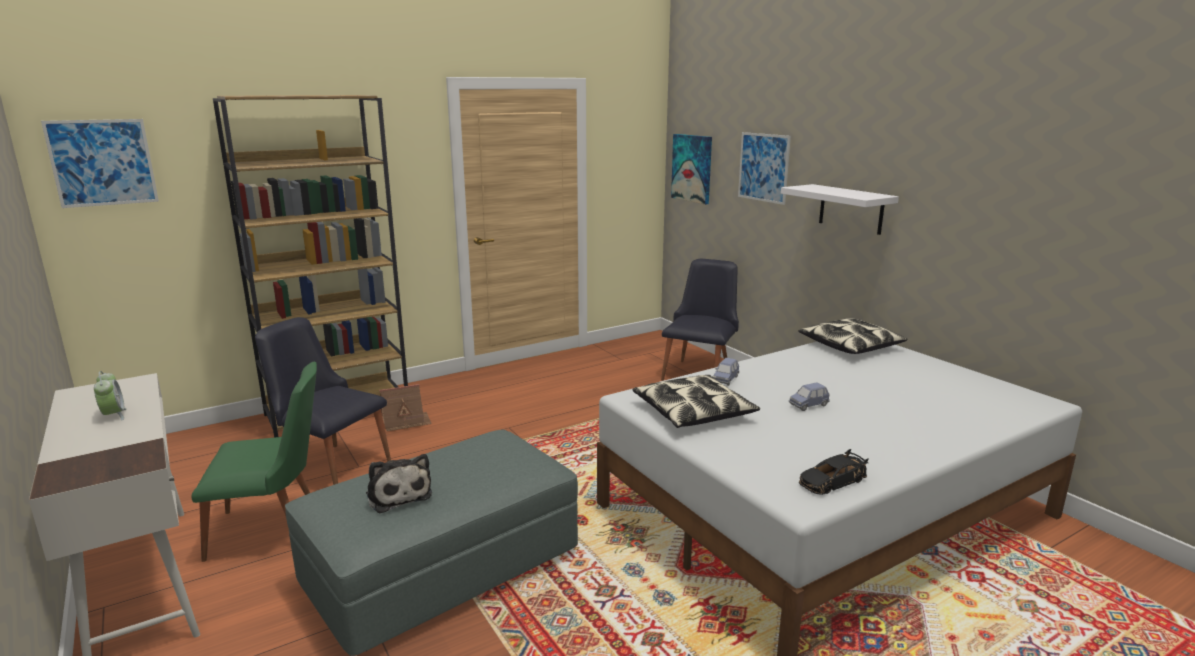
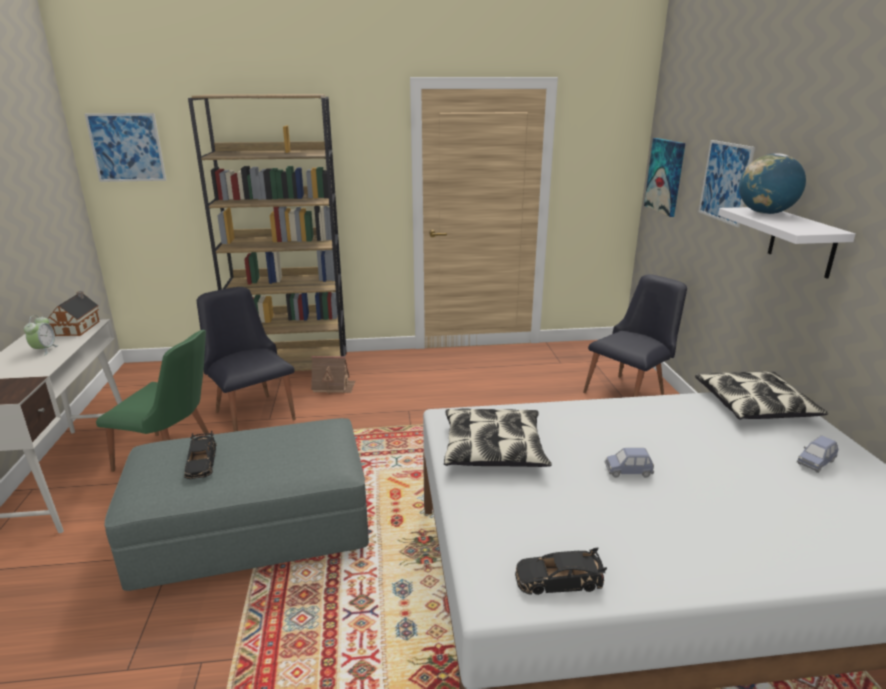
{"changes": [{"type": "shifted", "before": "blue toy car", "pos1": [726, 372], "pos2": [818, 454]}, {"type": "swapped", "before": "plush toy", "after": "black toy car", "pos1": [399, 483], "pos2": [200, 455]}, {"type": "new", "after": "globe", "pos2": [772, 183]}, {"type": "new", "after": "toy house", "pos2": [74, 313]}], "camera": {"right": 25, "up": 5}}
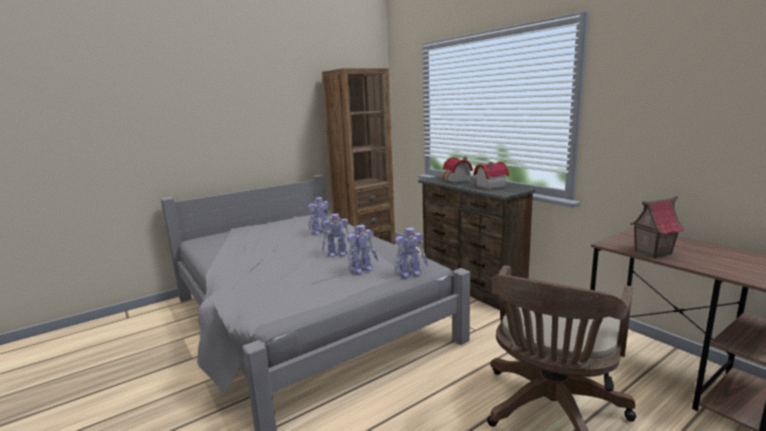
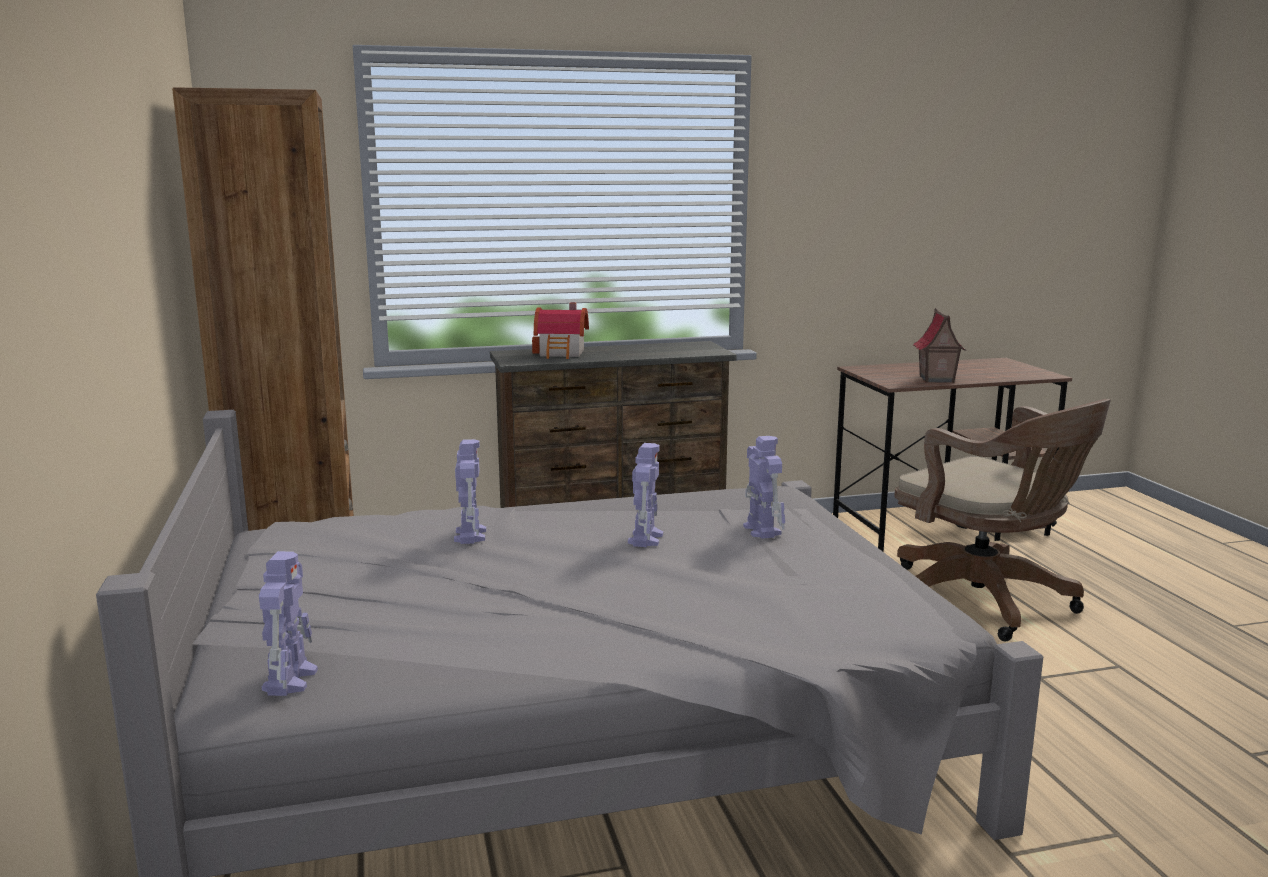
{"changes": [{"type": "gone", "before": "toy house", "pos1": [491, 175]}, {"type": "shifted", "before": "toy robot", "pos1": [411, 253], "pos2": [288, 623]}], "camera": {"right": -70, "up": 0}}
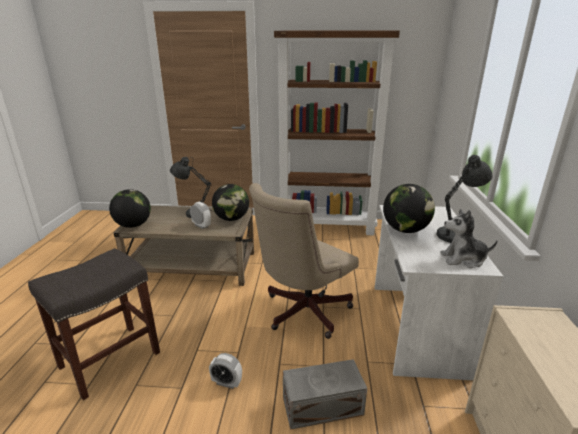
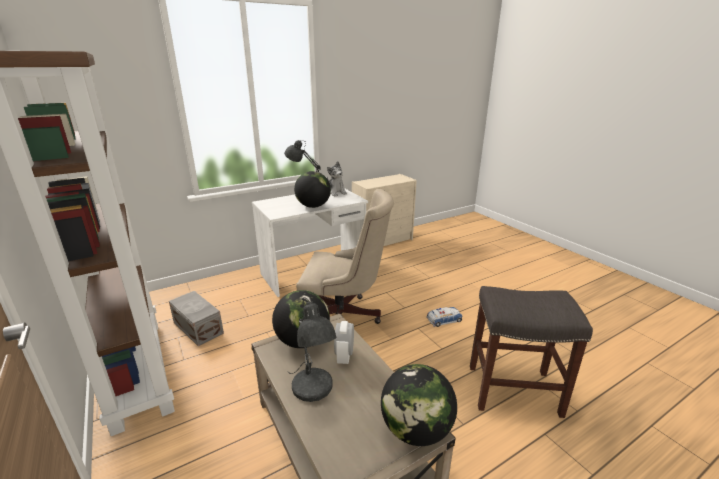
{"changes": [{"type": "swapped", "before": "alarm clock", "after": "toy car", "pos1": [225, 371], "pos2": [444, 317]}, {"type": "shifted", "before": "grey storage box", "pos1": [325, 394], "pos2": [196, 318]}], "camera": {"right": -125, "up": 0}}
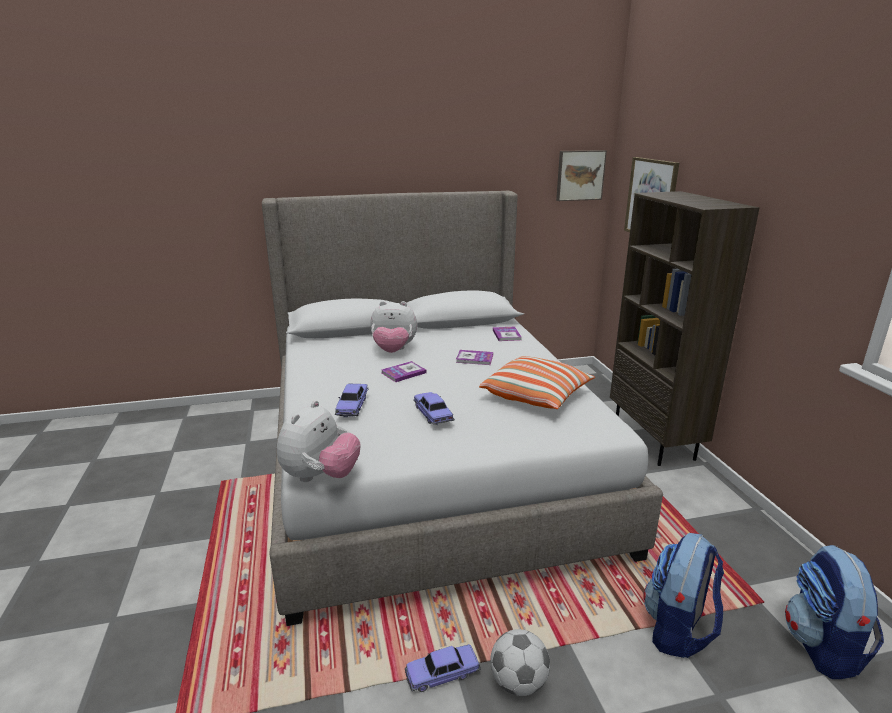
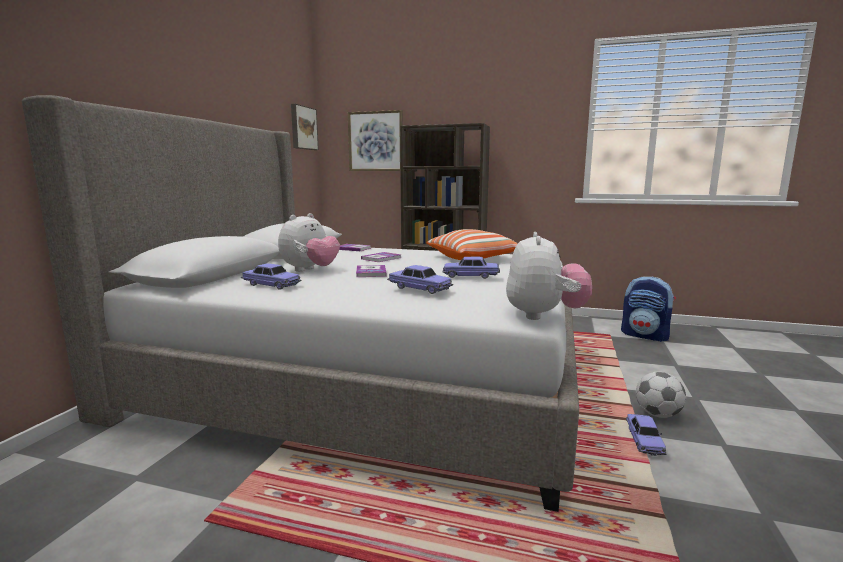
{"changes": [{"type": "rotated", "before": "plush toy", "pos1": [318, 441], "pos2": [549, 276], "turn": 45}, {"type": "gone", "before": "backpack", "pos1": [683, 595]}, {"type": "new", "after": "toy car", "pos2": [271, 276]}], "camera": {"right": -60, "up": -10}}
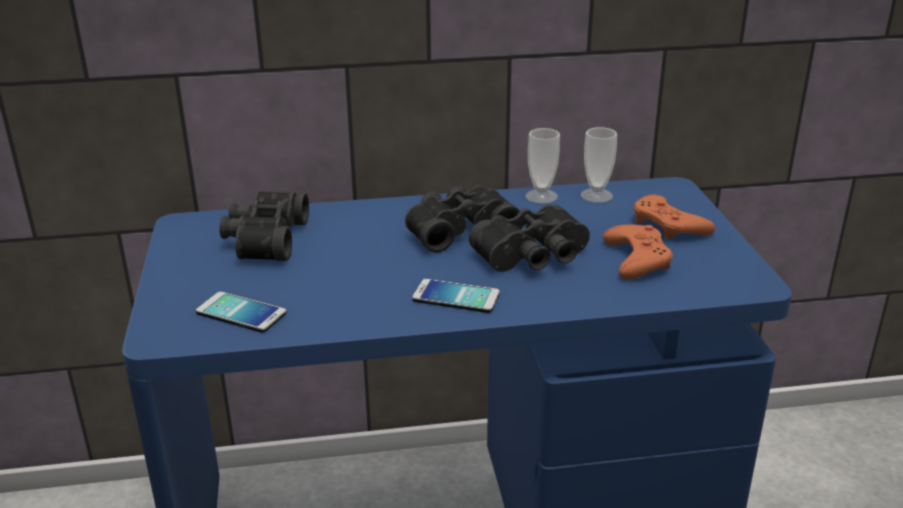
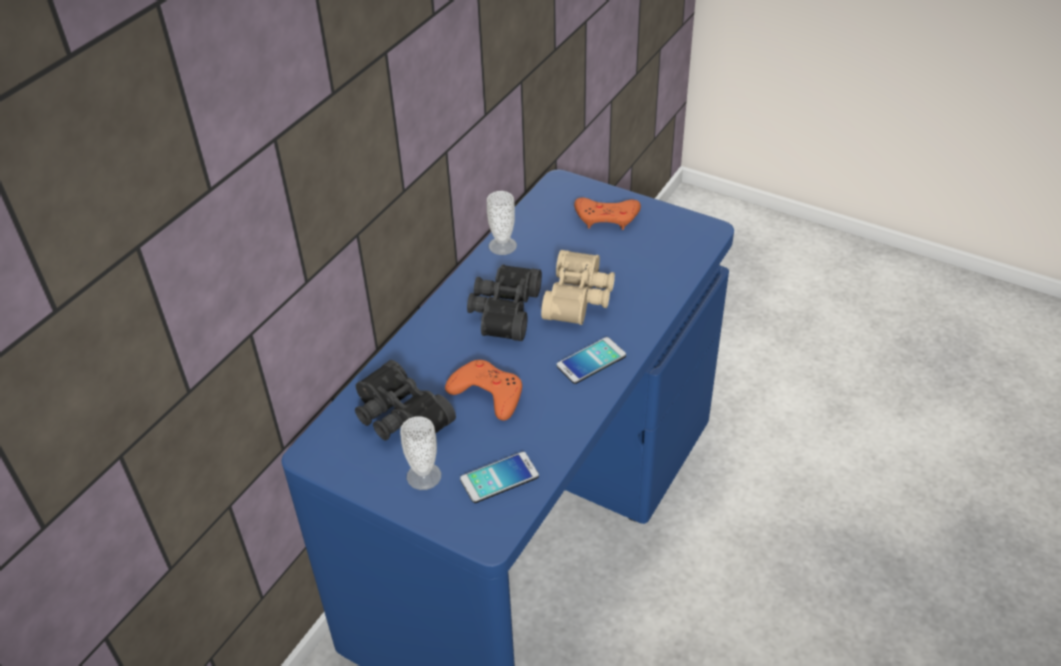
{"changes": [{"type": "shifted", "before": "cup", "pos1": [599, 165], "pos2": [420, 453]}, {"type": "repainted", "before": "black binoculars", "after": "beige binoculars", "pos1": [529, 238], "pos2": [578, 287]}, {"type": "shifted", "before": "orange game controller", "pos1": [638, 252], "pos2": [483, 390]}], "camera": {"right": -50, "up": 15}}
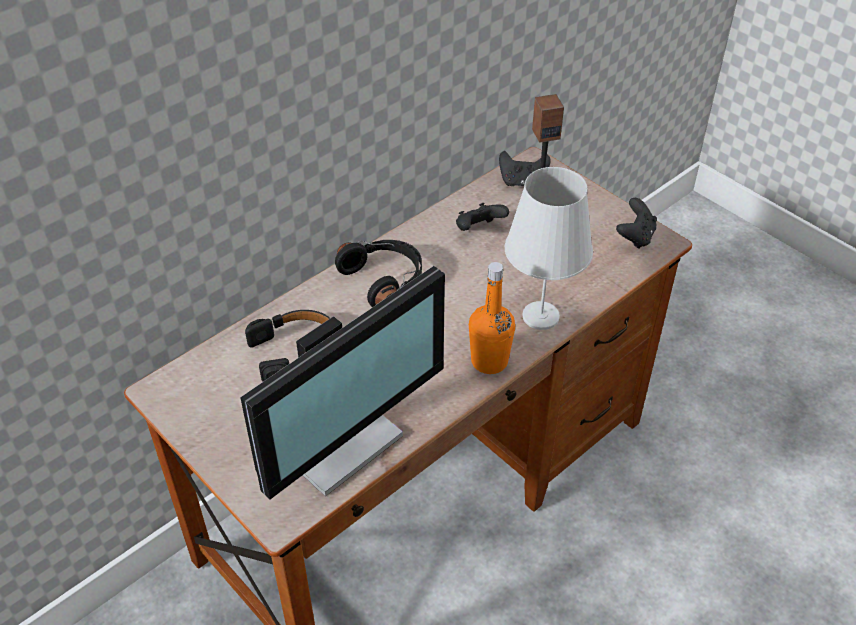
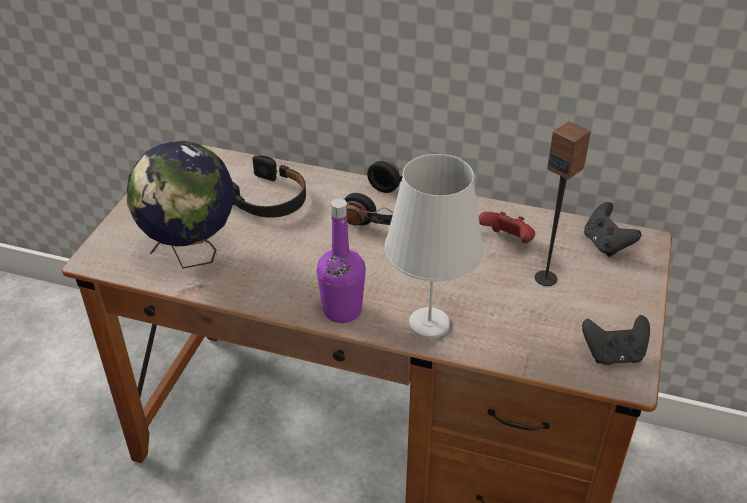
{"changes": [{"type": "repainted", "before": "black game controller", "after": "red game controller", "pos1": [482, 217], "pos2": [507, 227]}, {"type": "repainted", "before": "orange bottle", "after": "purple bottle", "pos1": [492, 318], "pos2": [341, 260]}, {"type": "swapped", "before": "monitor", "after": "globe", "pos1": [342, 383], "pos2": [180, 205]}], "camera": {"right": 60, "up": -5}}
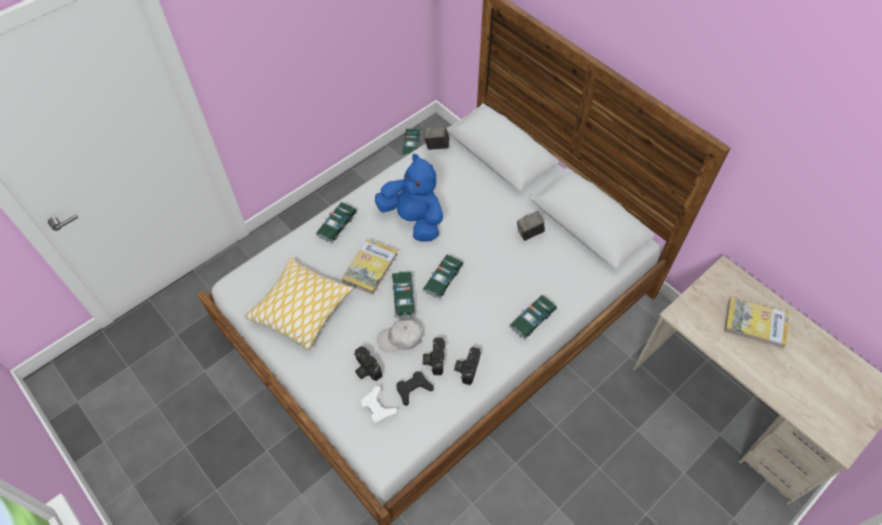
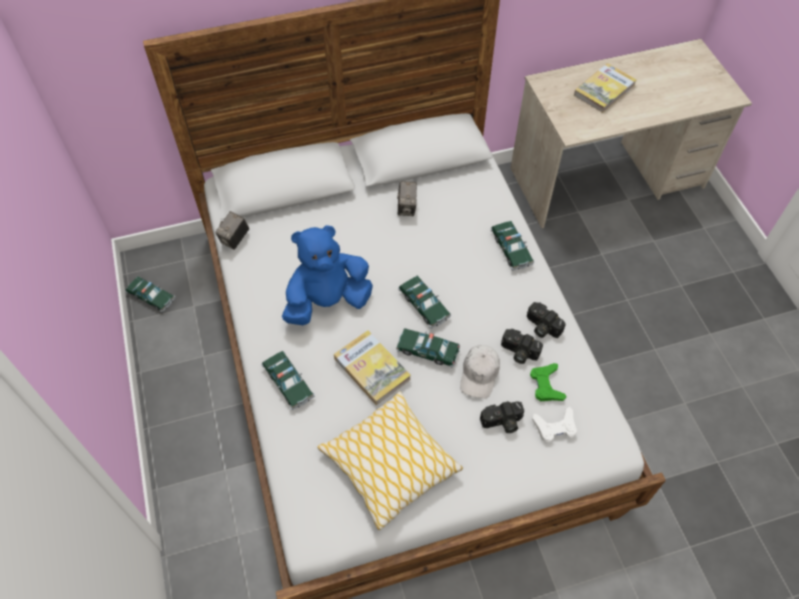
{"changes": [{"type": "repainted", "before": "black game controller", "after": "green game controller", "pos1": [415, 388], "pos2": [548, 382]}], "camera": {"right": -65, "up": 0}}
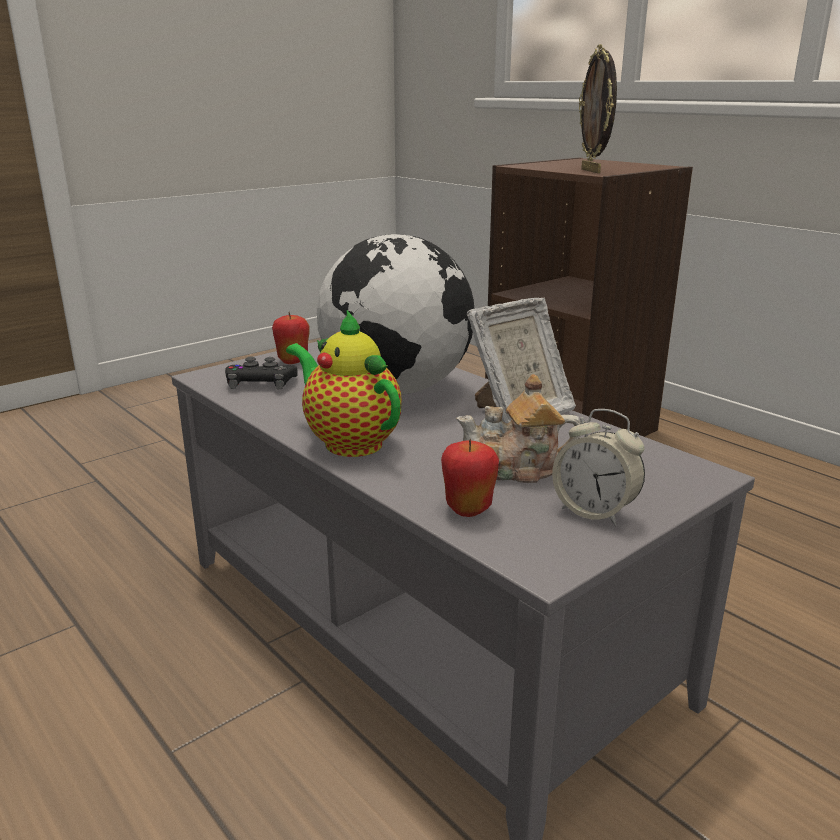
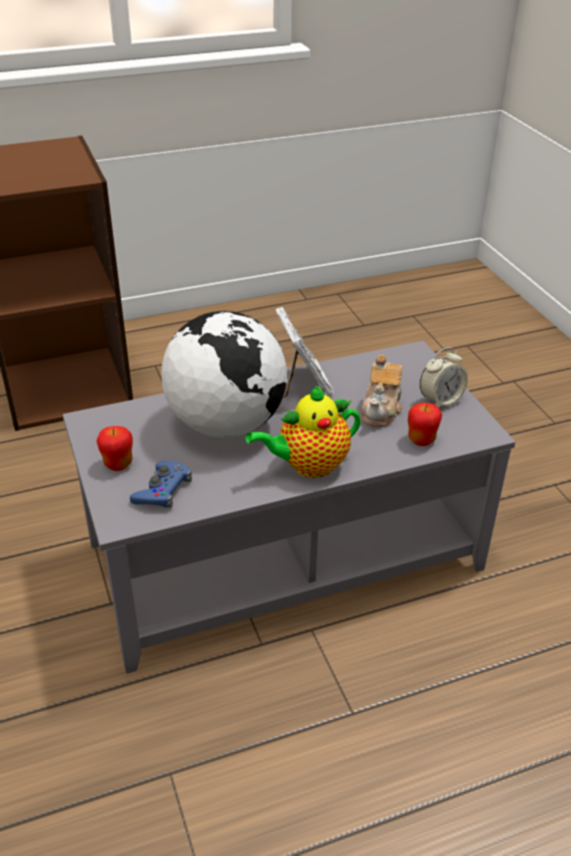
{"changes": [{"type": "gone", "before": "picture frame", "pos1": [598, 108]}, {"type": "repainted", "before": "black game controller", "after": "blue game controller", "pos1": [261, 373], "pos2": [161, 484]}], "camera": {"right": -70, "up": 15}}
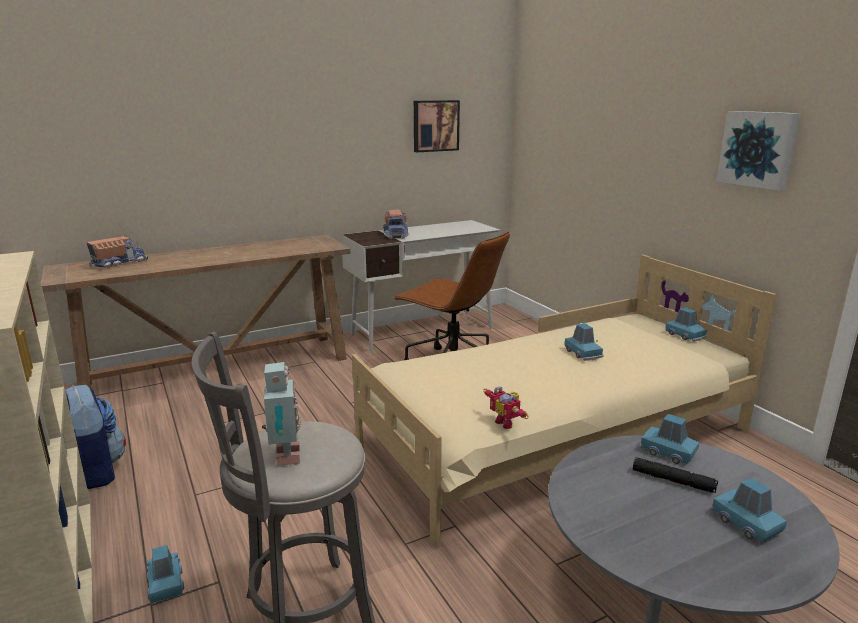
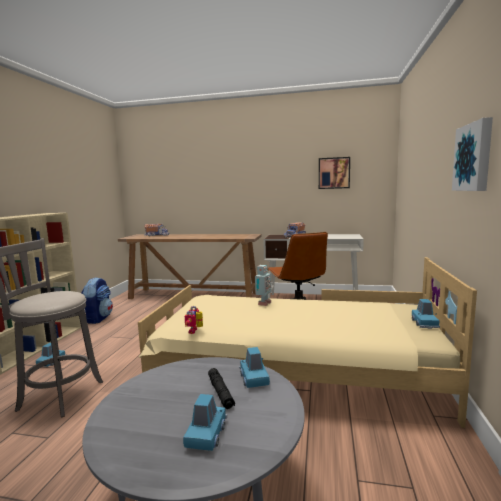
{"changes": [{"type": "gone", "before": "blue toy car", "pos1": [584, 342]}, {"type": "shifted", "before": "toy robot", "pos1": [281, 414], "pos2": [263, 285]}], "camera": {"right": 40, "up": -10}}
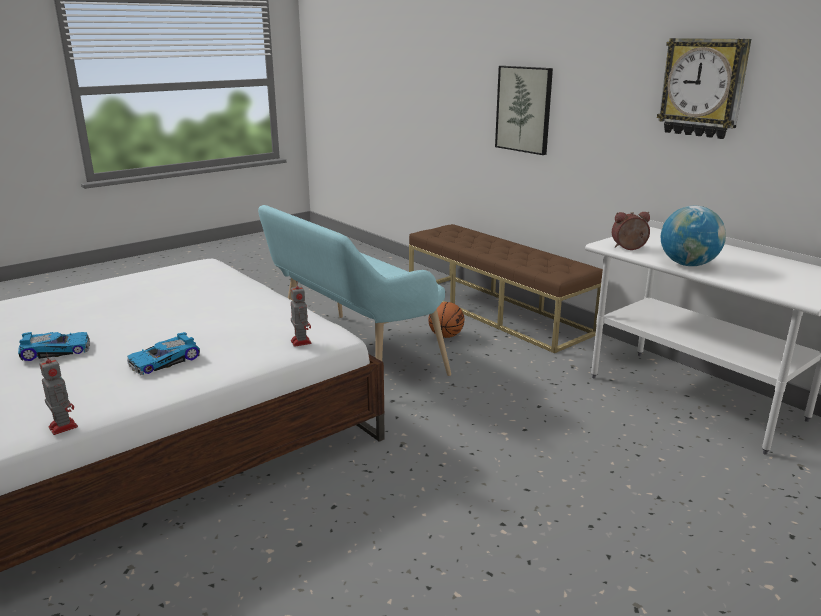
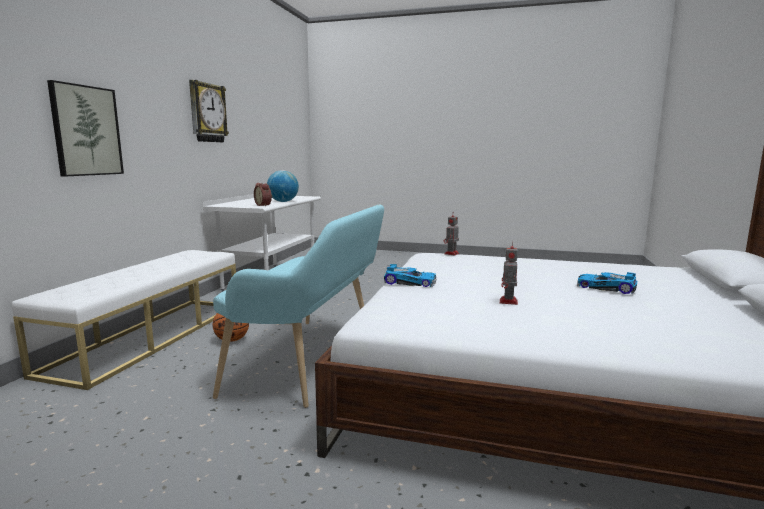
{"changes": [{"type": "repainted", "before": "brown bench", "after": "white bench", "pos1": [506, 288], "pos2": [124, 320]}, {"type": "shifted", "before": "toy car", "pos1": [163, 353], "pos2": [410, 275]}, {"type": "shifted", "before": "toy robot", "pos1": [58, 394], "pos2": [509, 273]}], "camera": {"right": -125, "up": -10}}
